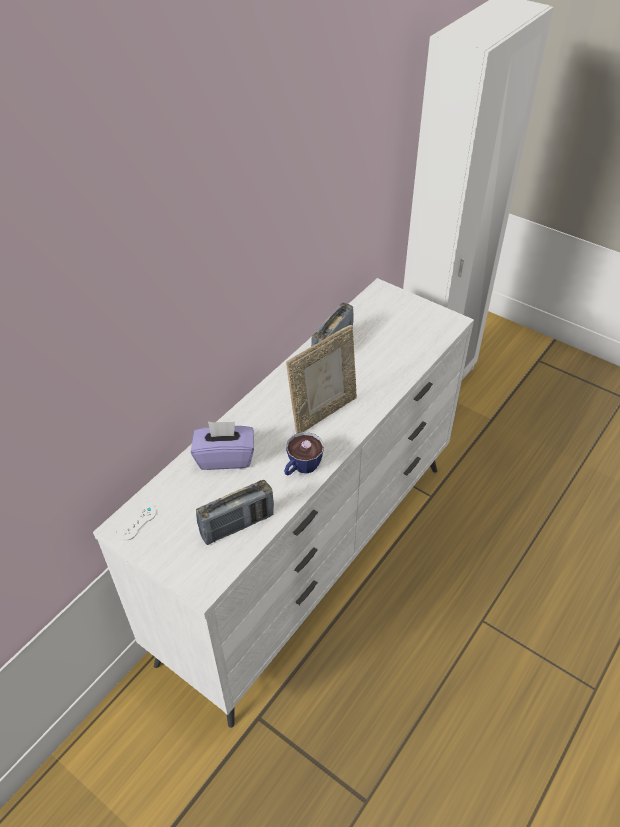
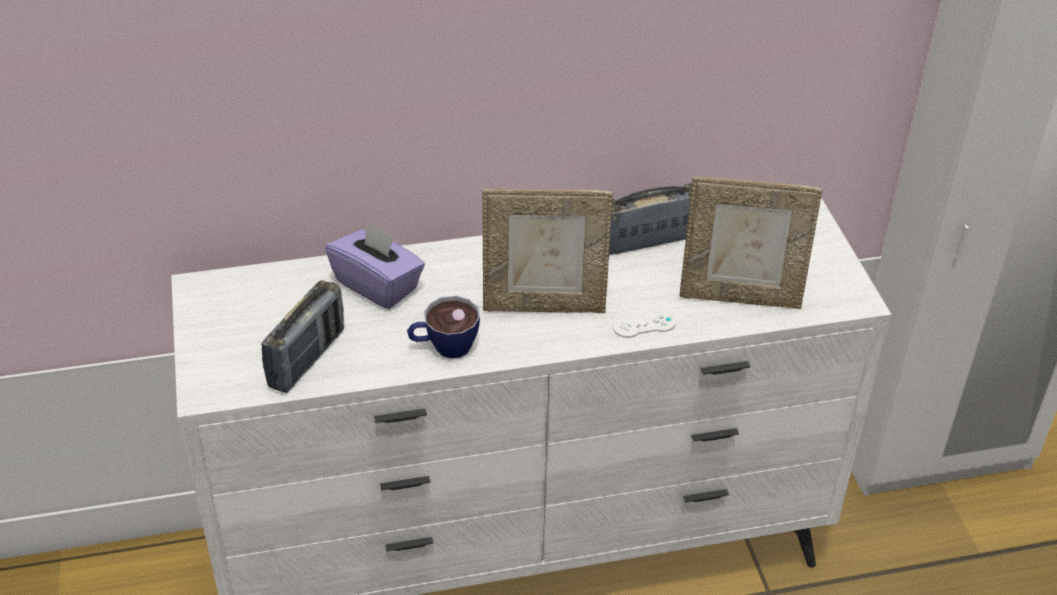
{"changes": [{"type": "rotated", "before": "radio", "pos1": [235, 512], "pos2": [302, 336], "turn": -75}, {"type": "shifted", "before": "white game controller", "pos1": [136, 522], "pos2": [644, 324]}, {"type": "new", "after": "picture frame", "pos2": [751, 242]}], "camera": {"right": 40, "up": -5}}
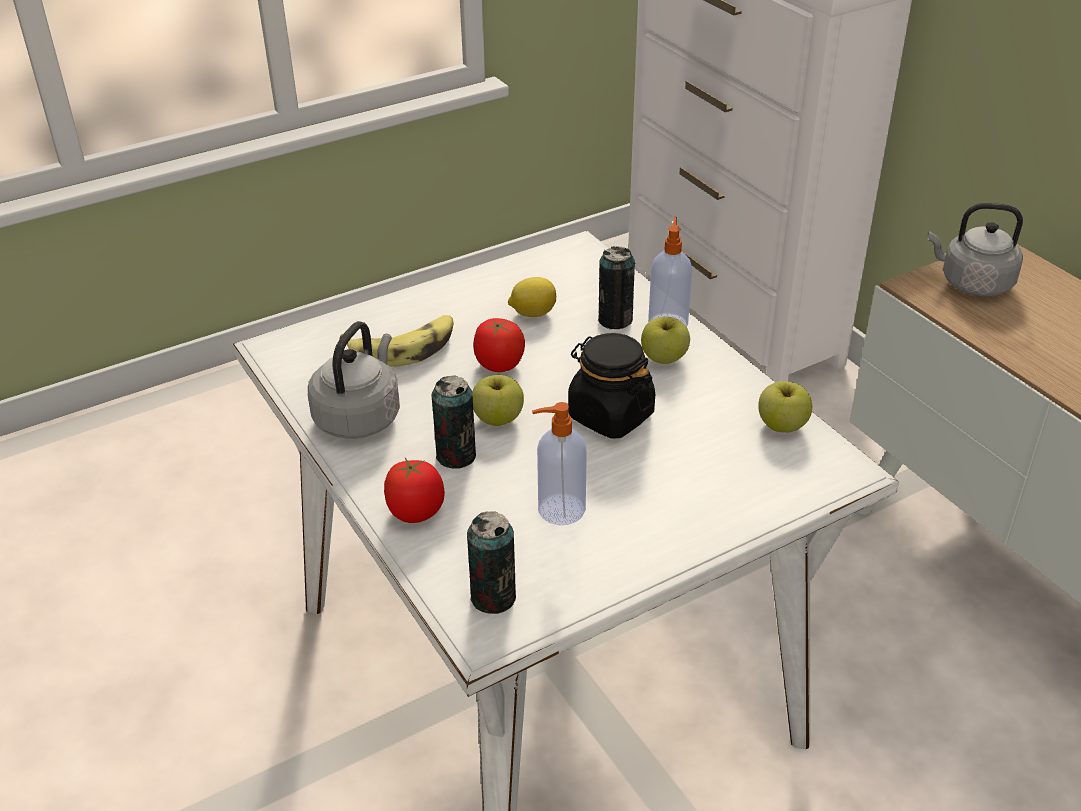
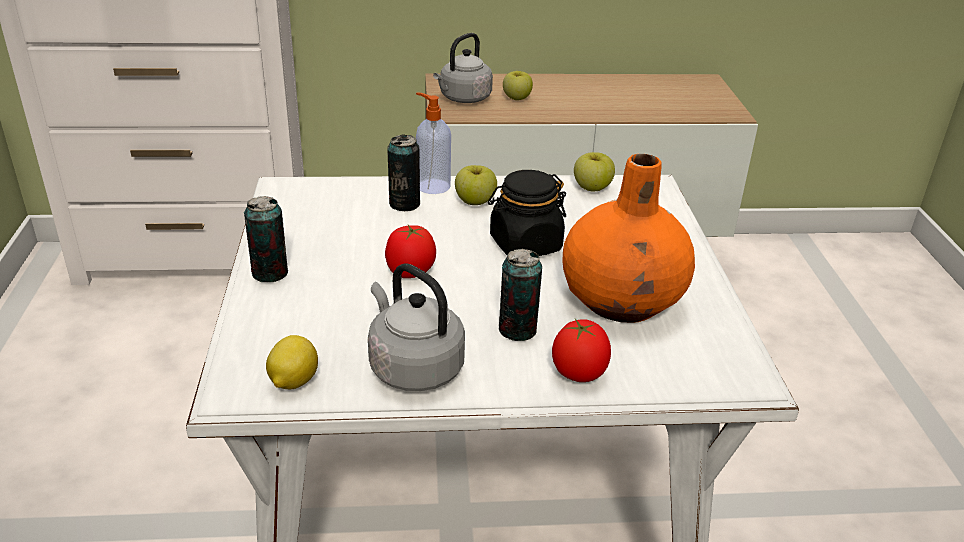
{"changes": [{"type": "shifted", "before": "lemon", "pos1": [532, 297], "pos2": [292, 362]}, {"type": "gone", "before": "banana", "pos1": [396, 341]}, {"type": "shifted", "before": "apple", "pos1": [498, 400], "pos2": [518, 85]}, {"type": "swapped", "before": "soap dispenser", "after": "orange vase", "pos1": [559, 463], "pos2": [628, 238]}, {"type": "shifted", "before": "can", "pos1": [491, 562], "pos2": [266, 239]}], "camera": {"right": -65, "up": -5}}
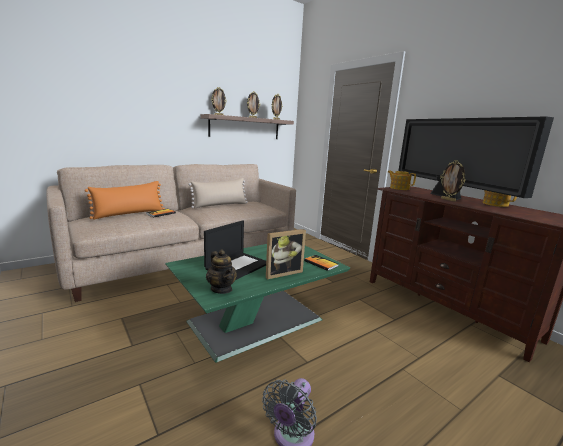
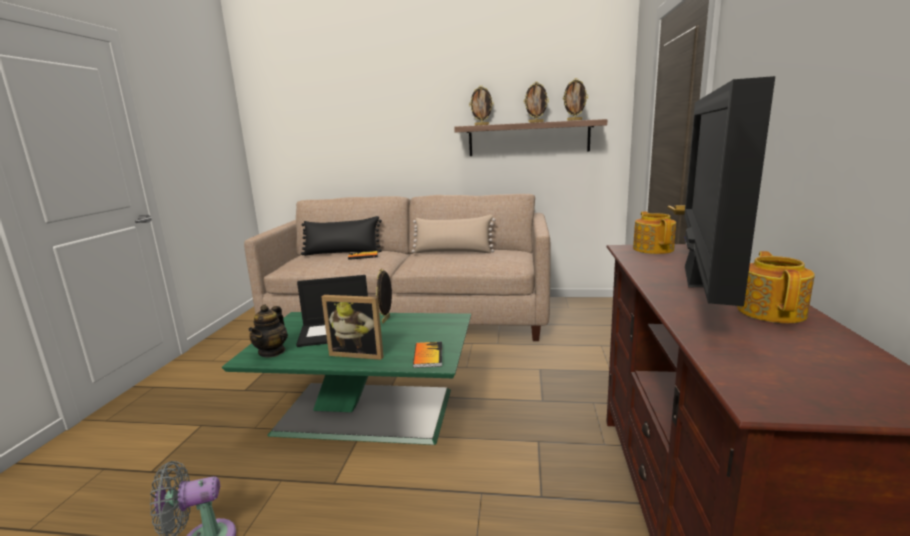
{"changes": [{"type": "shifted", "before": "picture frame", "pos1": [453, 181], "pos2": [384, 296]}, {"type": "repainted", "before": "orange pillow", "after": "black pillow", "pos1": [125, 200], "pos2": [341, 236]}], "camera": {"right": 45, "up": 0}}
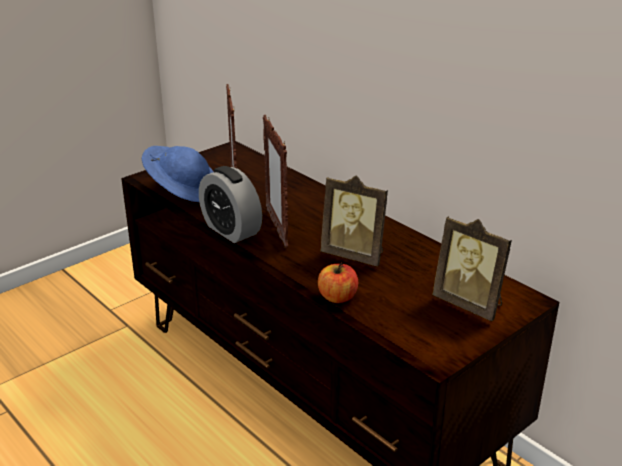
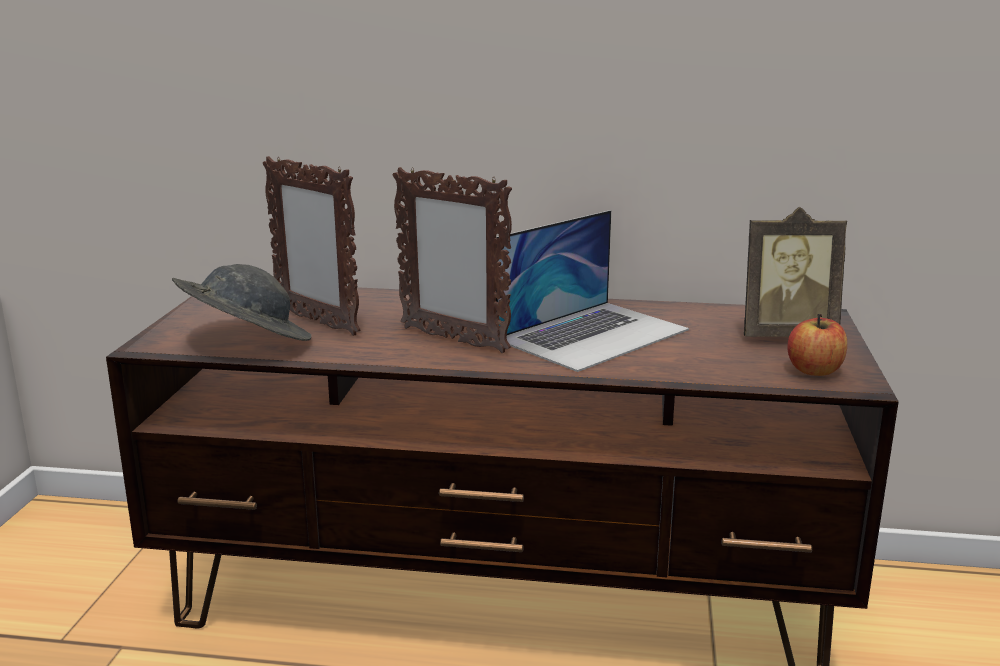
{"changes": [{"type": "repainted", "before": "blue hat", "after": "grey hat", "pos1": [177, 174], "pos2": [241, 302]}, {"type": "gone", "before": "alarm clock", "pos1": [230, 204]}, {"type": "swapped", "before": "picture frame", "after": "laptop", "pos1": [354, 220], "pos2": [592, 291]}, {"type": "shifted", "before": "apple", "pos1": [338, 283], "pos2": [817, 345]}], "camera": {"right": -40, "up": -10}}
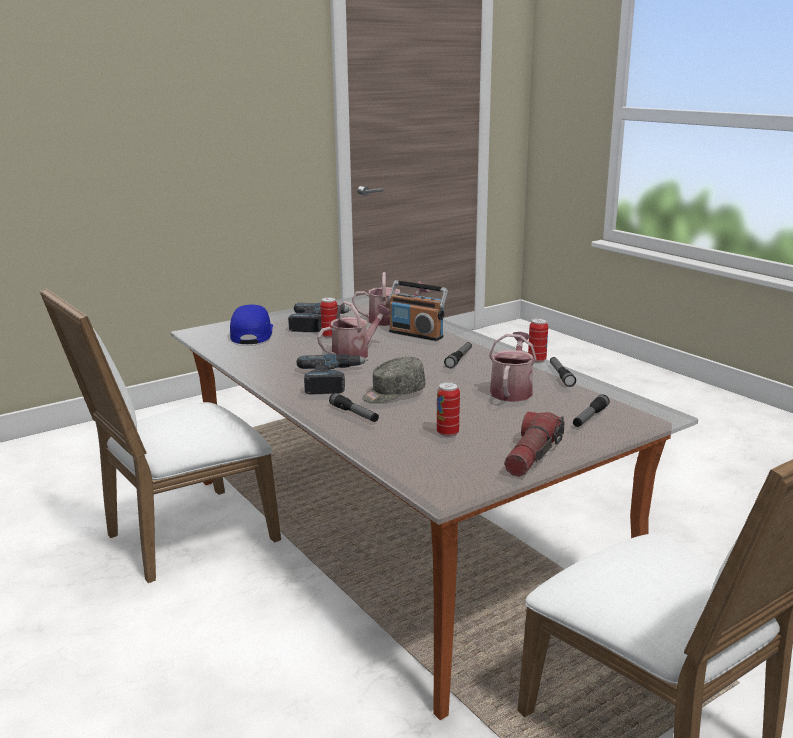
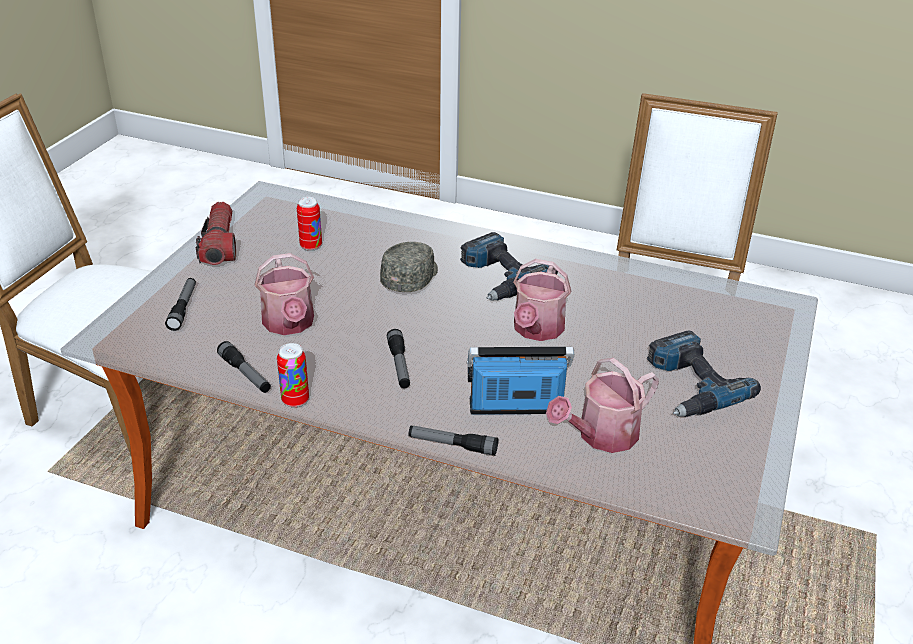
{"changes": [{"type": "gone", "before": "can", "pos1": [328, 317]}, {"type": "gone", "before": "blue cap", "pos1": [251, 324]}, {"type": "shifted", "before": "flashlight", "pos1": [354, 407], "pos2": [453, 441]}], "camera": {"right": 145, "up": 15}}
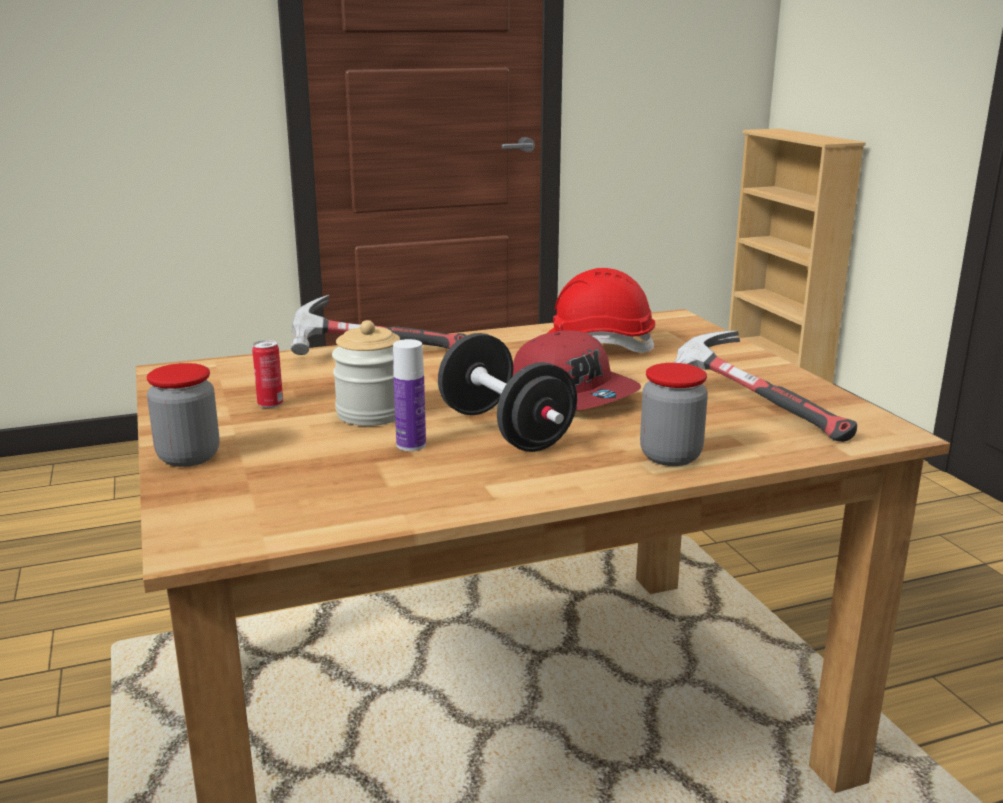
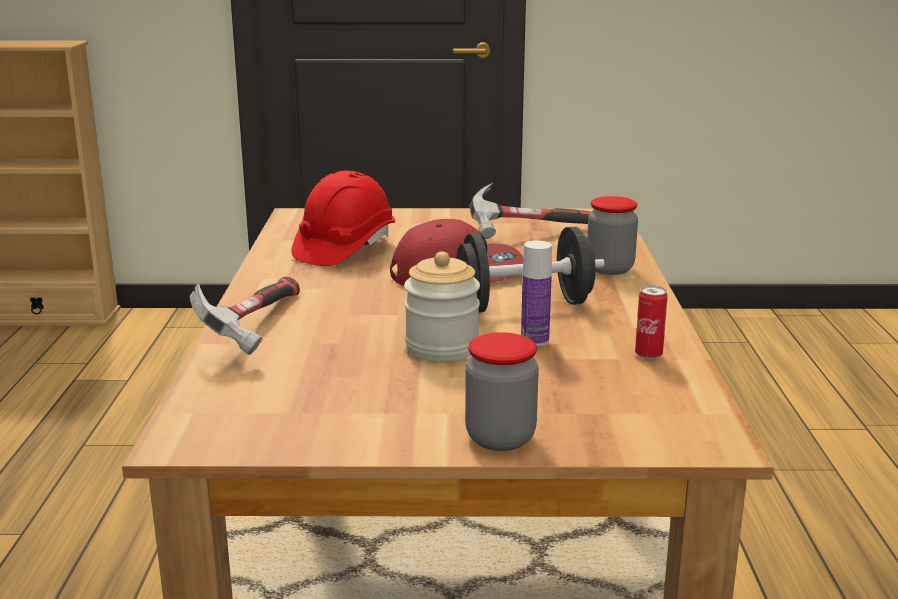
{"changes": [{"type": "shifted", "before": "can", "pos1": [267, 374], "pos2": [651, 322]}], "camera": {"right": -70, "up": 0}}
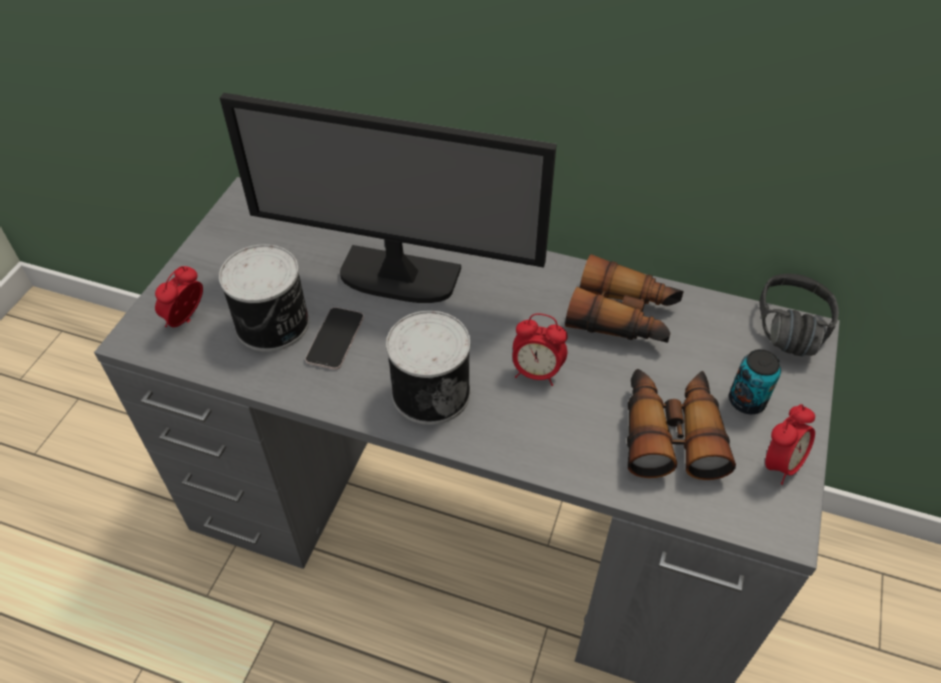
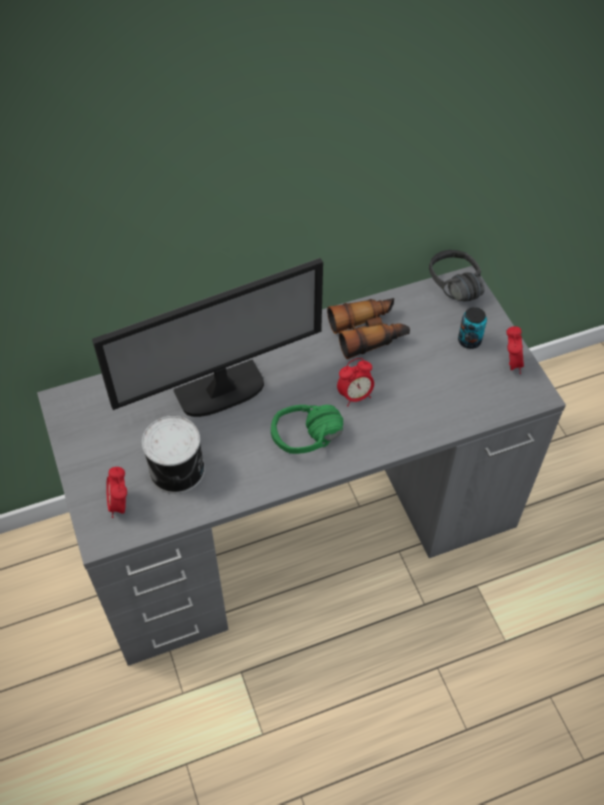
{"changes": [{"type": "gone", "before": "phone", "pos1": [334, 338]}, {"type": "swapped", "before": "can", "after": "green headphones", "pos1": [428, 368], "pos2": [307, 429]}, {"type": "gone", "before": "binoculars", "pos1": [681, 424]}], "camera": {"right": -40, "up": 5}}
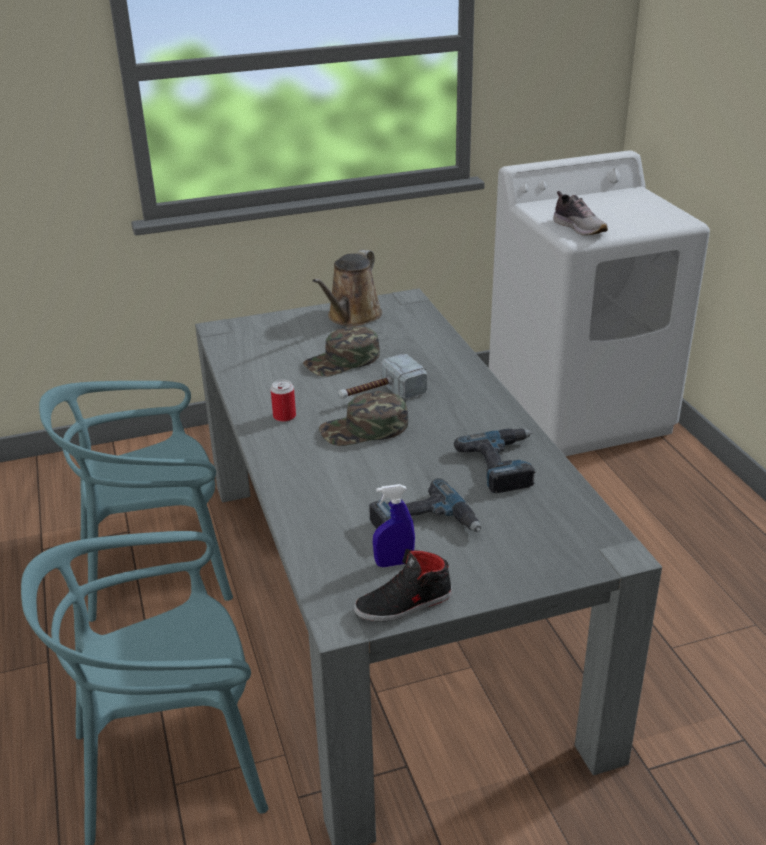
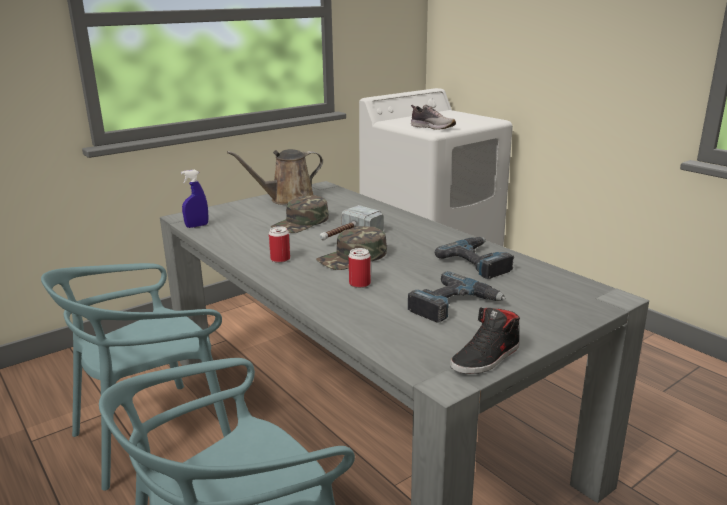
{"changes": [{"type": "rotated", "before": "brown watering can", "pos1": [347, 288], "pos2": [275, 177], "turn": 60}, {"type": "shifted", "before": "blue spray bottle", "pos1": [394, 525], "pos2": [194, 198]}, {"type": "new", "after": "can", "pos2": [360, 268]}], "camera": {"right": -20, "up": -10}}
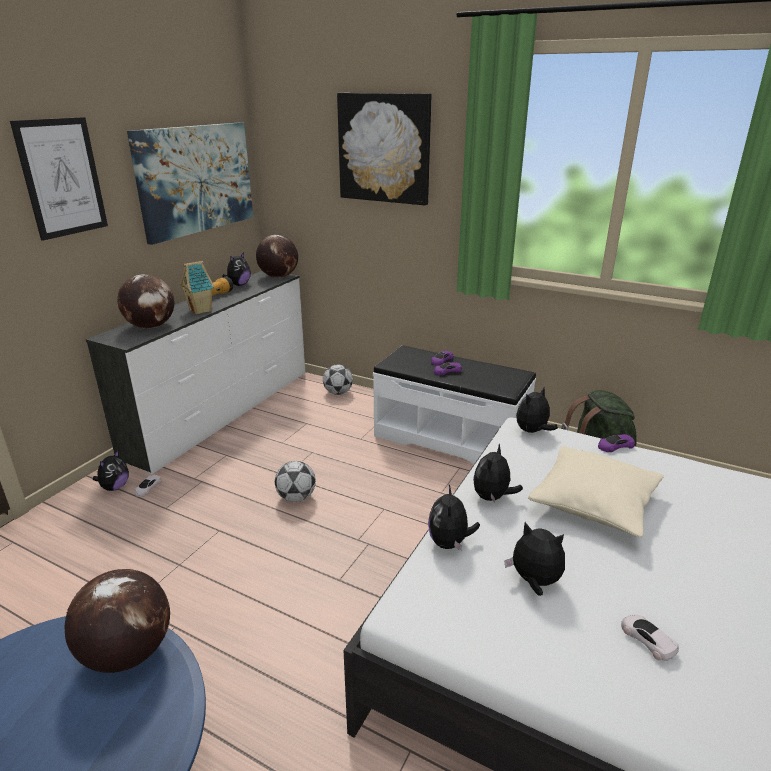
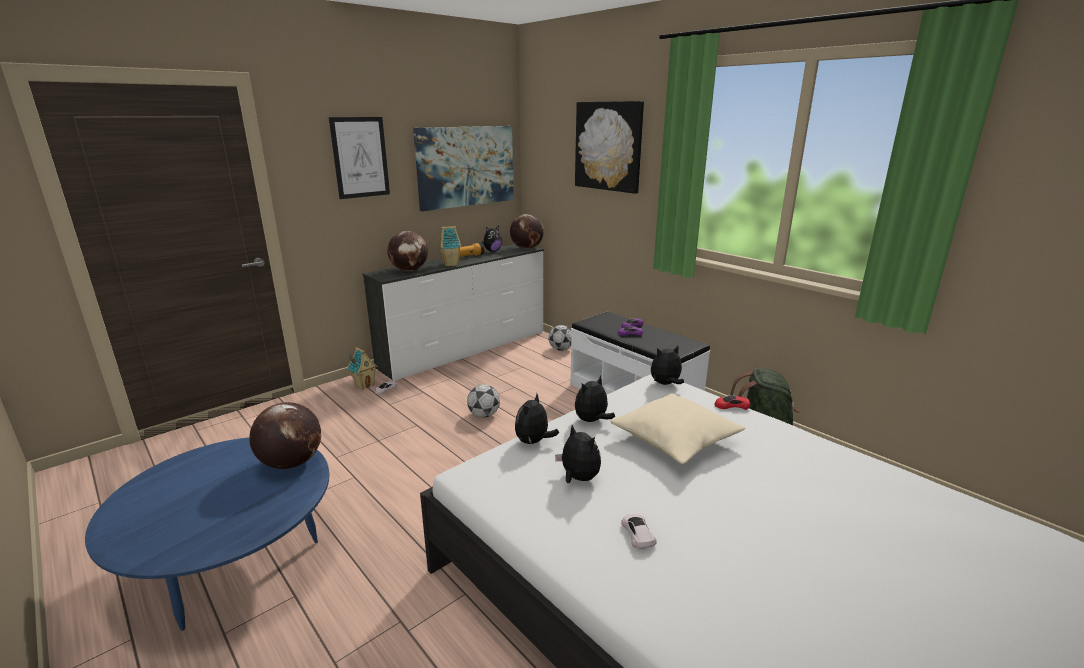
{"changes": [{"type": "repainted", "before": "purple toy car", "after": "red toy car", "pos1": [616, 443], "pos2": [732, 403]}, {"type": "swapped", "before": "plush toy", "after": "toy house", "pos1": [111, 470], "pos2": [363, 368]}], "camera": {"right": 20, "up": -5}}
